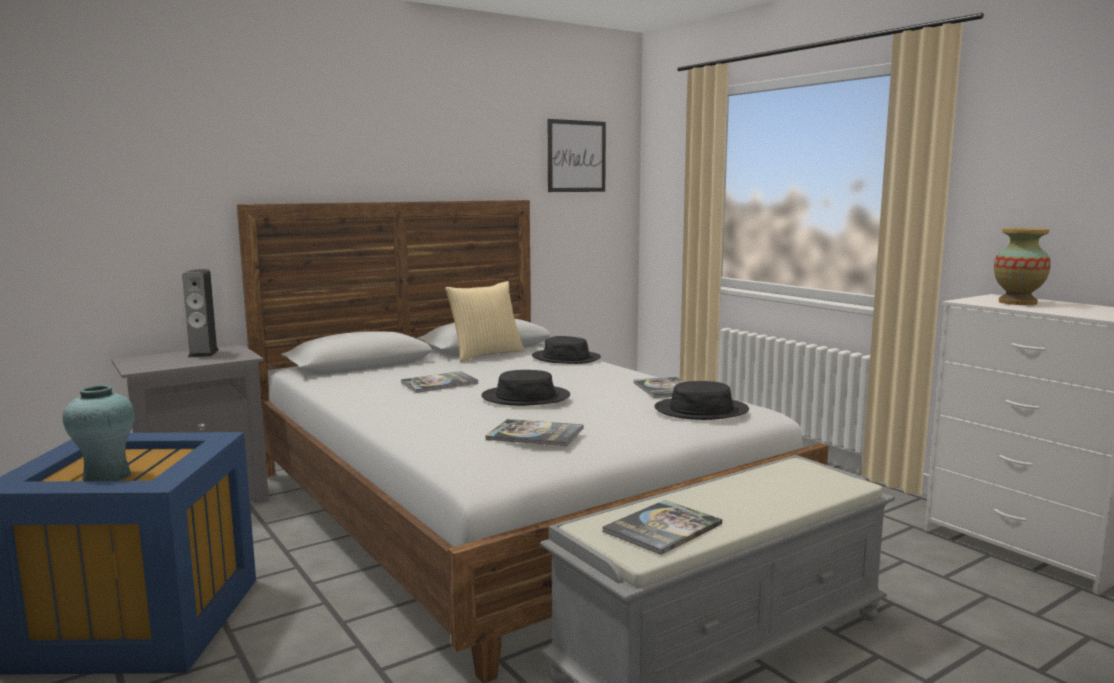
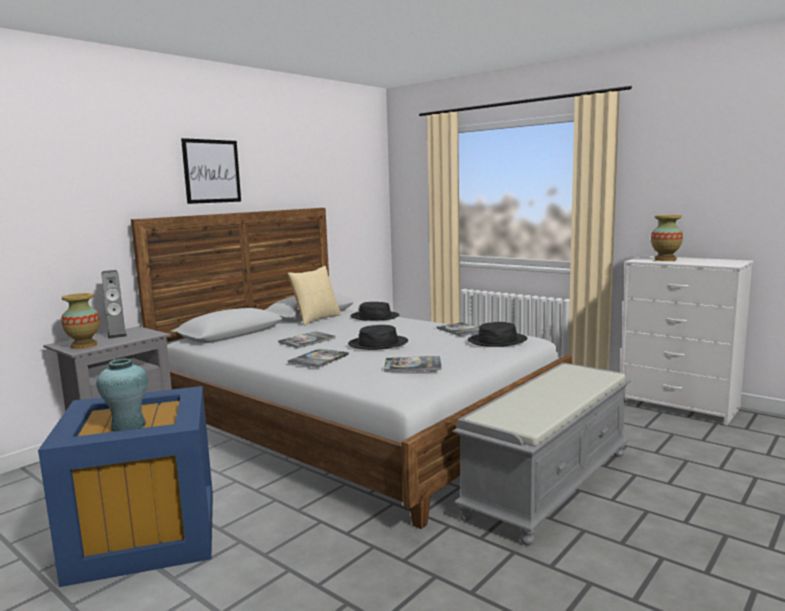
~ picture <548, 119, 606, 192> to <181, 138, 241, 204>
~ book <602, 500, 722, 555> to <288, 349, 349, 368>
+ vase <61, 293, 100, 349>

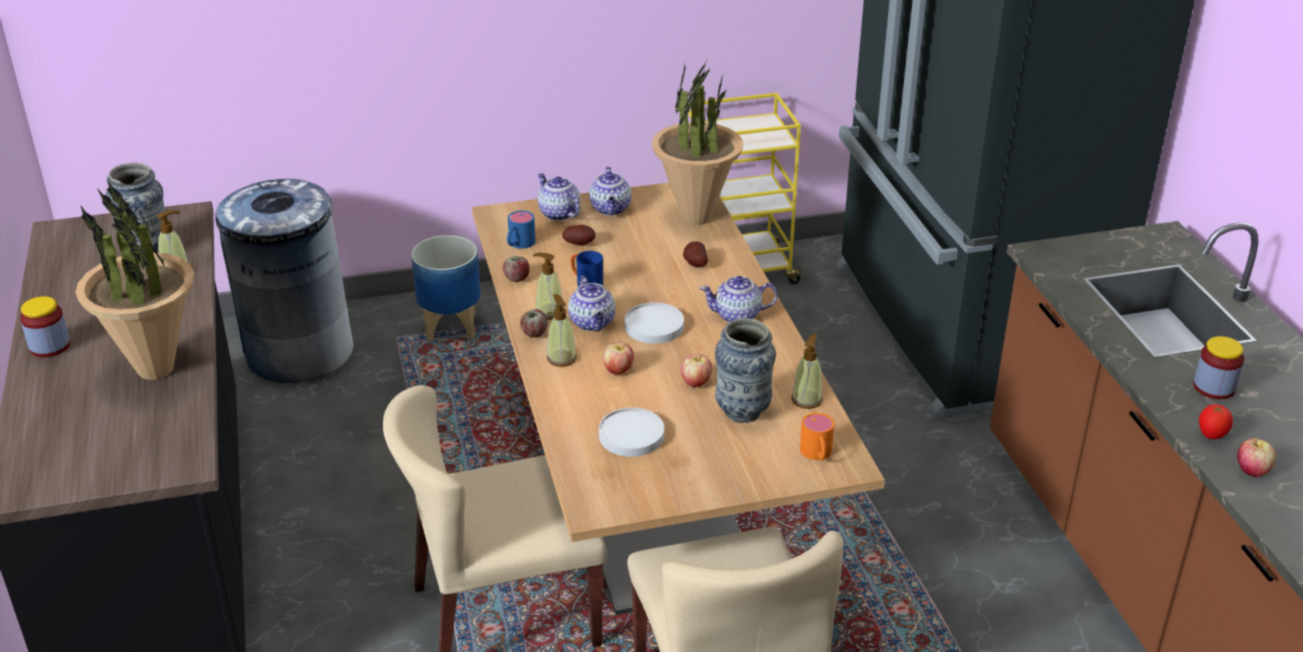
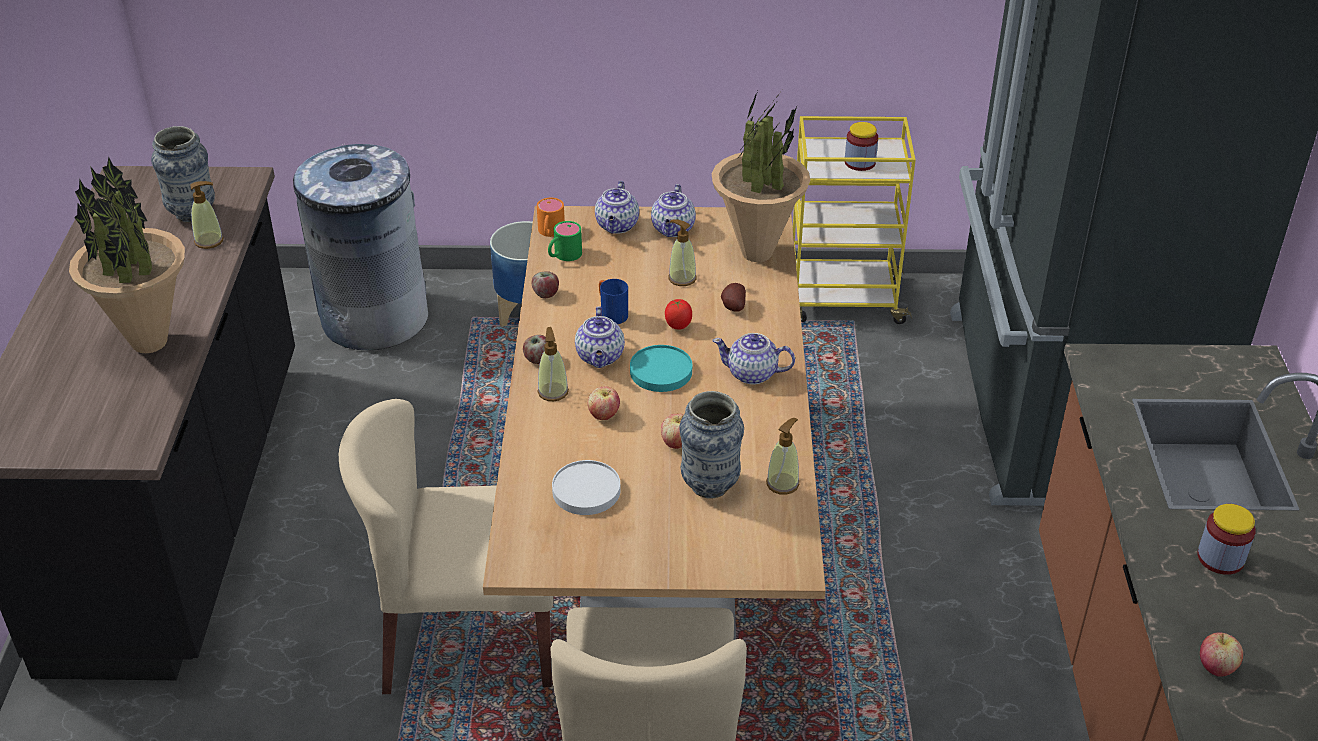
~ teapot <538, 173, 580, 221> = <595, 181, 639, 234> 150 degrees counterclockwise
~ mug in blue <507, 211, 536, 249> to mug in green <548, 221, 582, 261>
- potato <562, 225, 596, 245>
~ soap dispenser <533, 253, 563, 320> to <668, 219, 697, 286>
~ jar <20, 296, 70, 357> to <845, 122, 878, 171>
~ plate in white <625, 302, 684, 344> to plate in turquoise <630, 345, 692, 392>
~ tomato <1199, 404, 1233, 439> to <665, 299, 692, 330>
~ mug in orange <800, 413, 835, 460> to <537, 198, 565, 237>

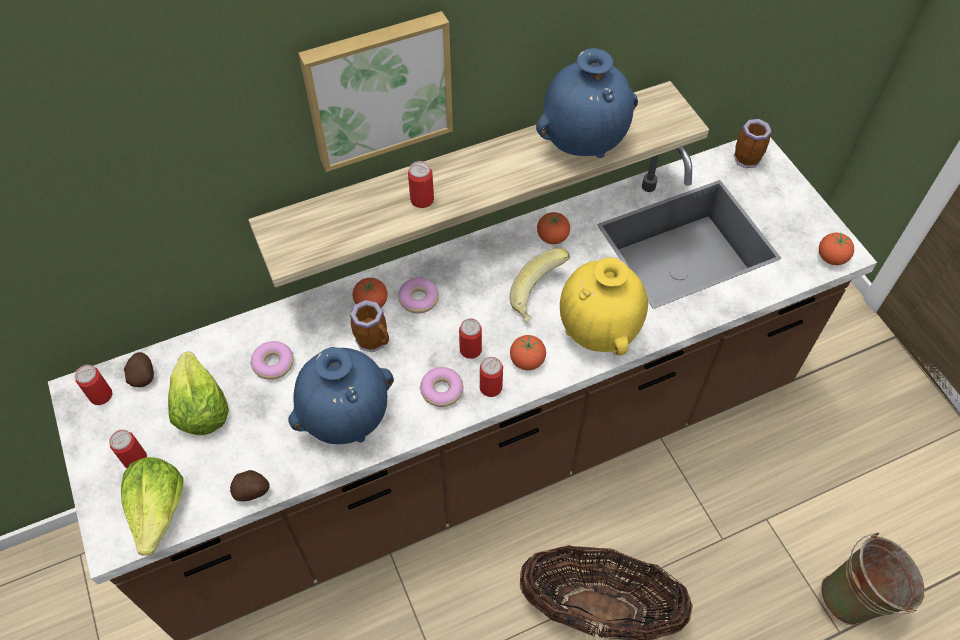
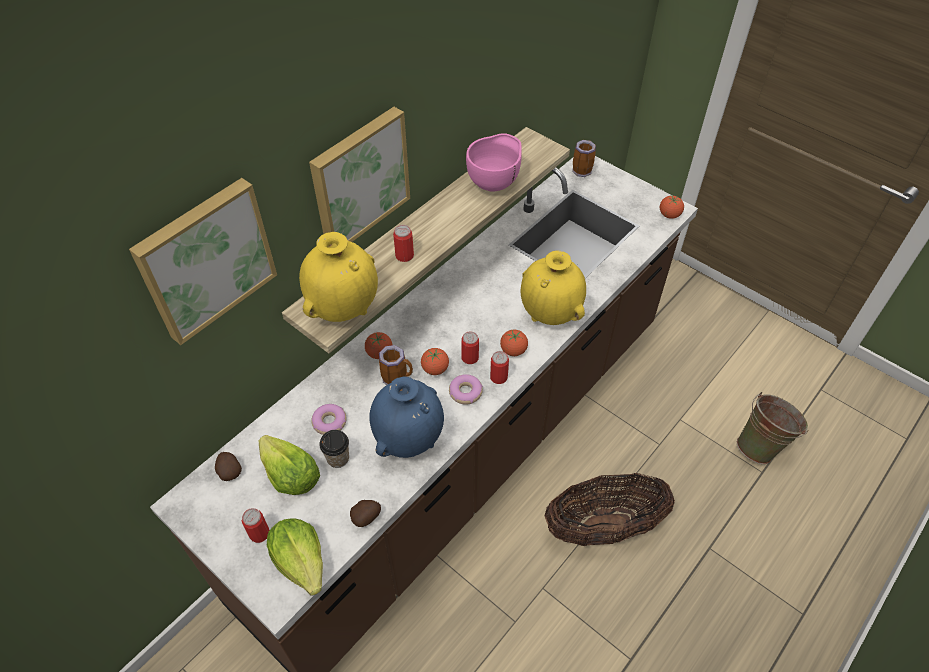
~ vase in blue <536, 48, 638, 158> to bowl in pink <466, 133, 522, 192>
~ tomato <537, 212, 570, 244> to <421, 348, 449, 375>
- banana <510, 248, 570, 322>
- donut <398, 278, 439, 313>
- can <75, 365, 112, 405>
+ picture <129, 178, 277, 345>
+ vase in yellow <299, 232, 378, 322>
+ cup <319, 430, 349, 468>

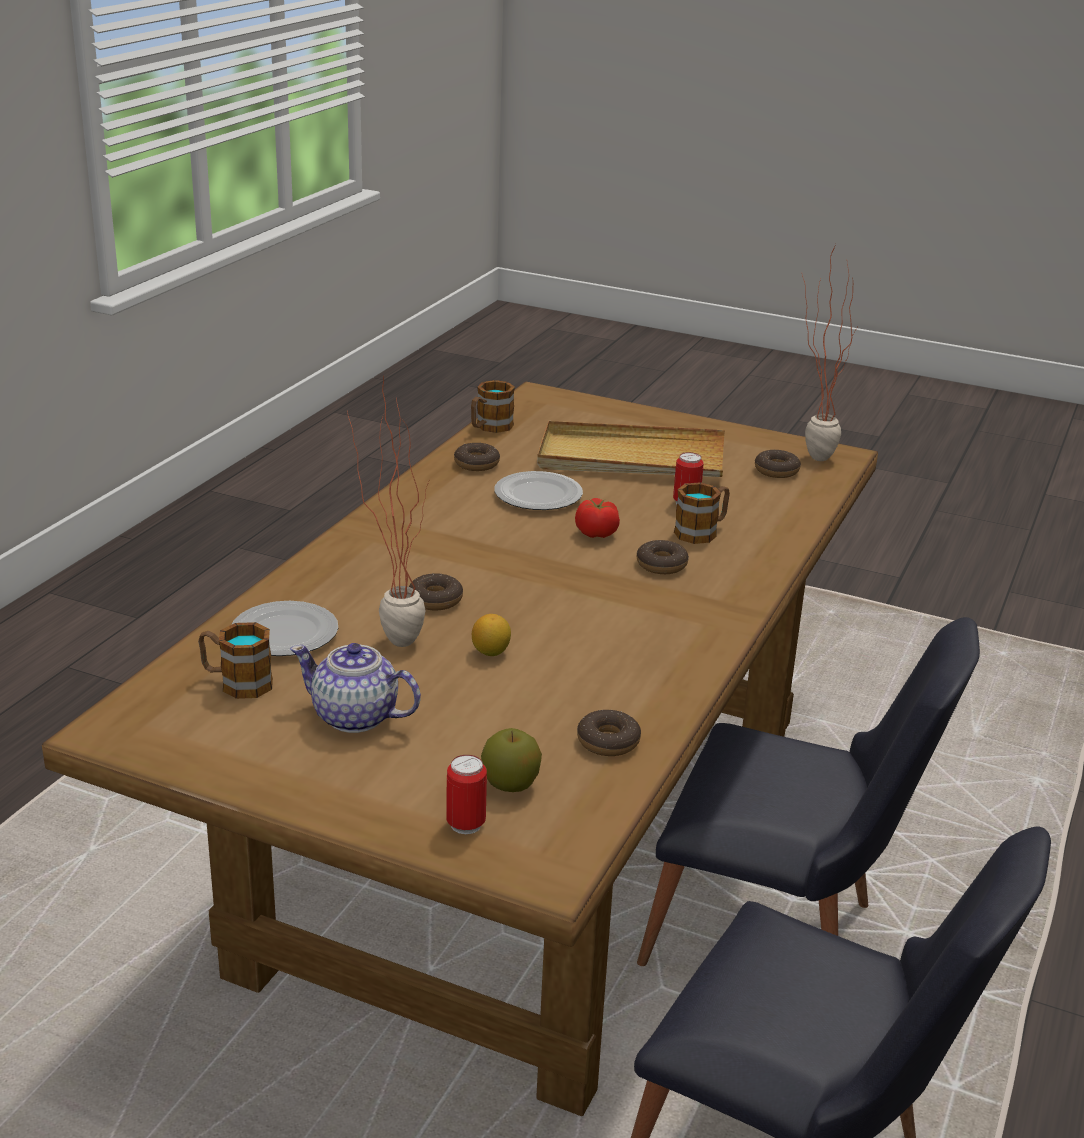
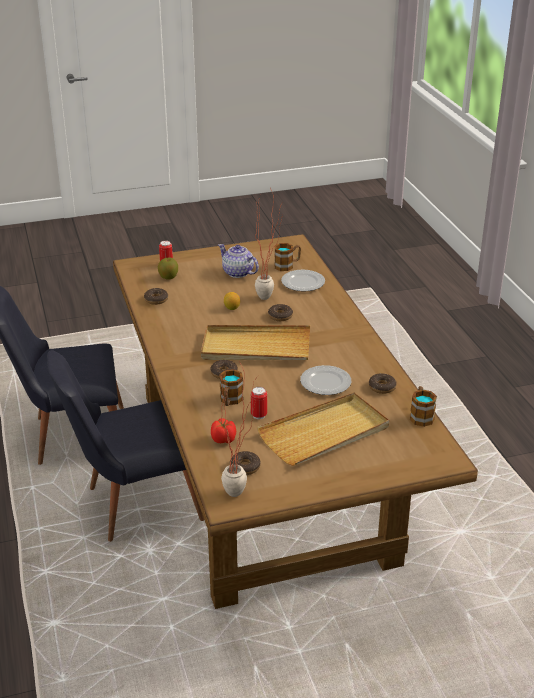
~ tomato <575, 498, 620, 538> to <211, 418, 236, 443>
~ teapot <290, 643, 421, 733> = <218, 244, 259, 278> 120 degrees counterclockwise
+ tray in beige <201, 325, 310, 360>

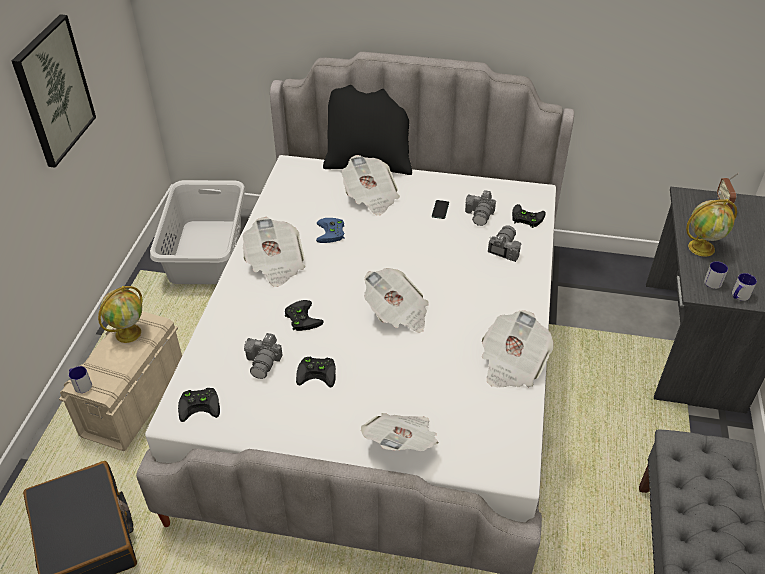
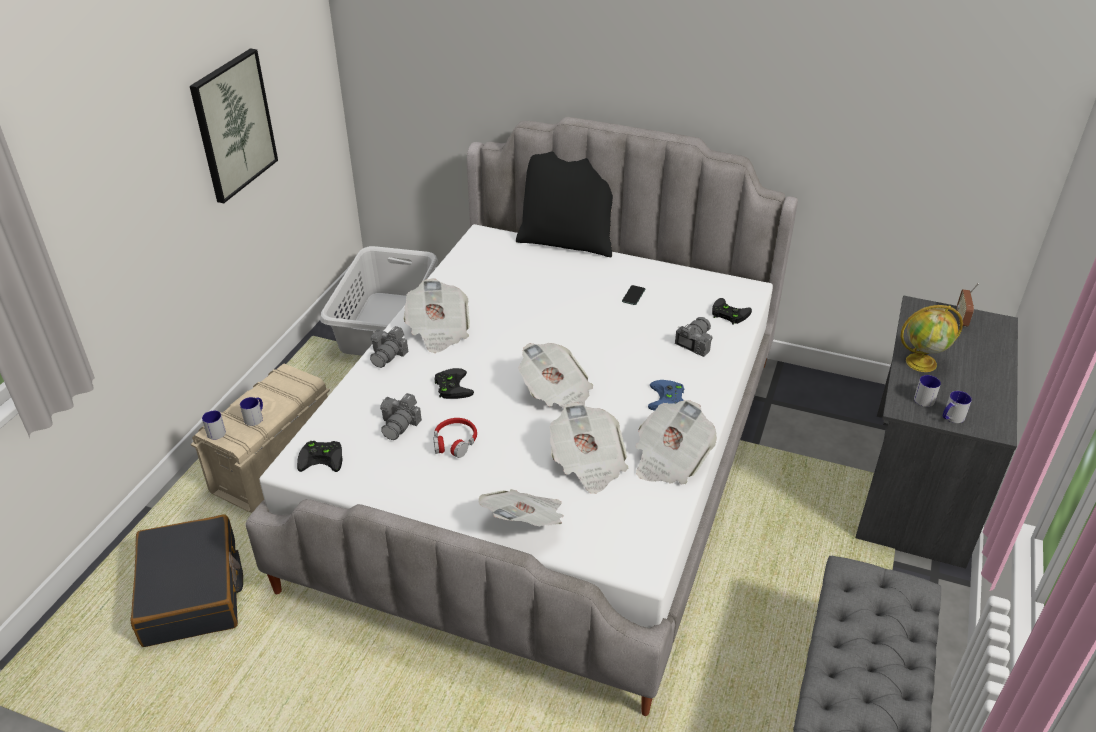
~ newspaper <341, 155, 400, 215> to <549, 402, 628, 494>
~ photo camera <465, 190, 496, 226> to <370, 326, 408, 368>
~ game controller in blue <316, 218, 344, 243> to <648, 380, 684, 411>
- globe <98, 286, 143, 343>
~ game controller in black <296, 357, 336, 387> to headphones in red <433, 418, 477, 458>
+ mug <240, 397, 263, 426>

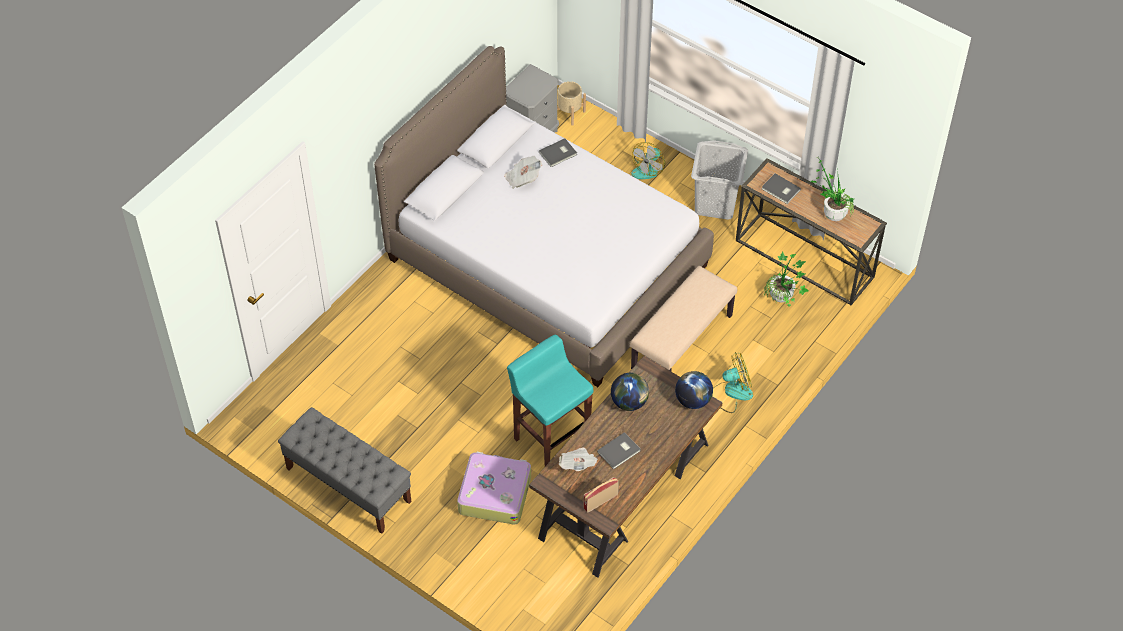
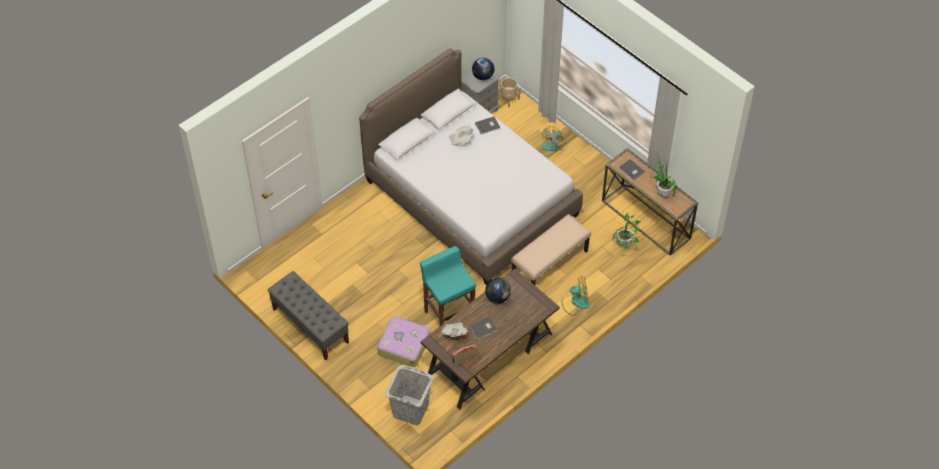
~ laundry basket in grey <691, 140, 748, 220> to <385, 365, 434, 425>
~ globe <675, 371, 713, 409> to <472, 58, 494, 80>

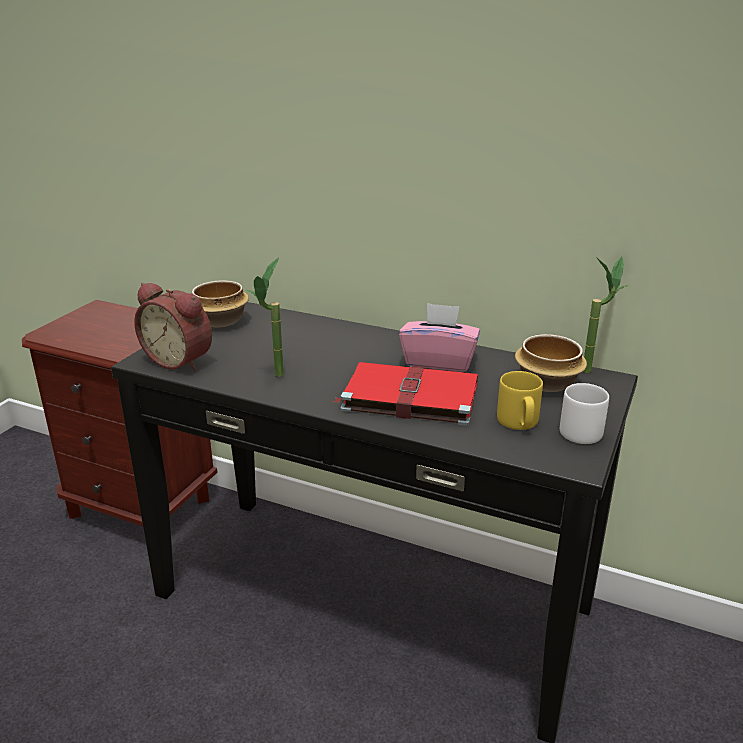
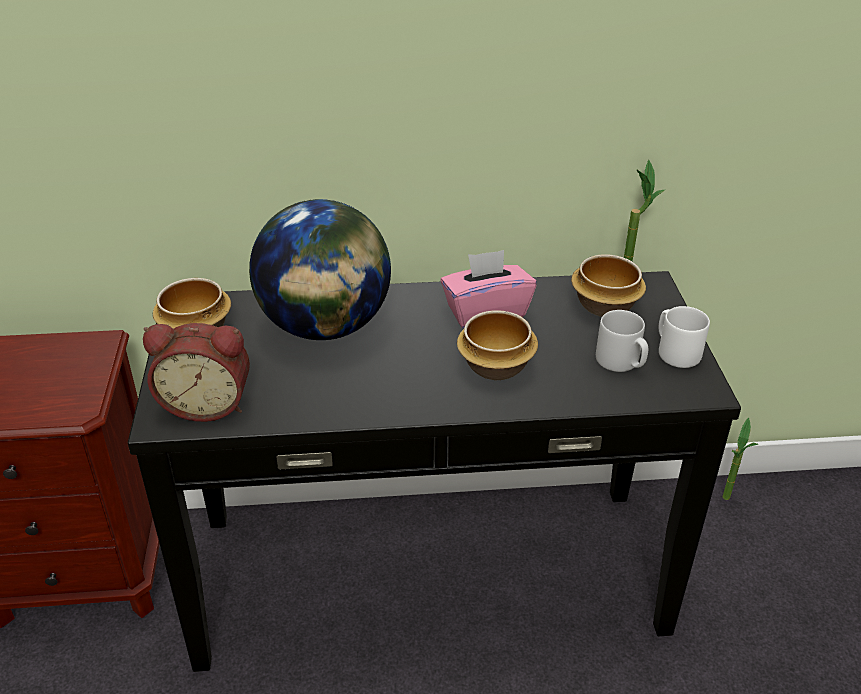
~ potted plant <245, 257, 284, 377> to <722, 417, 758, 500>
~ book in red <333, 362, 478, 426> to bowl <457, 310, 538, 380>
~ mug in yellow <497, 371, 543, 430> to mug in grey <596, 310, 648, 372>
+ globe <249, 199, 391, 340>

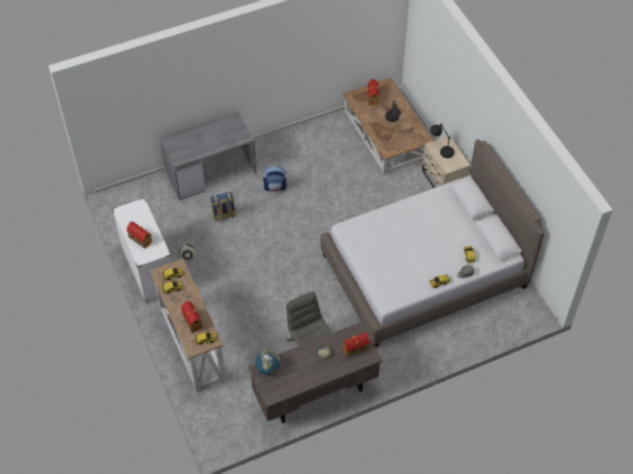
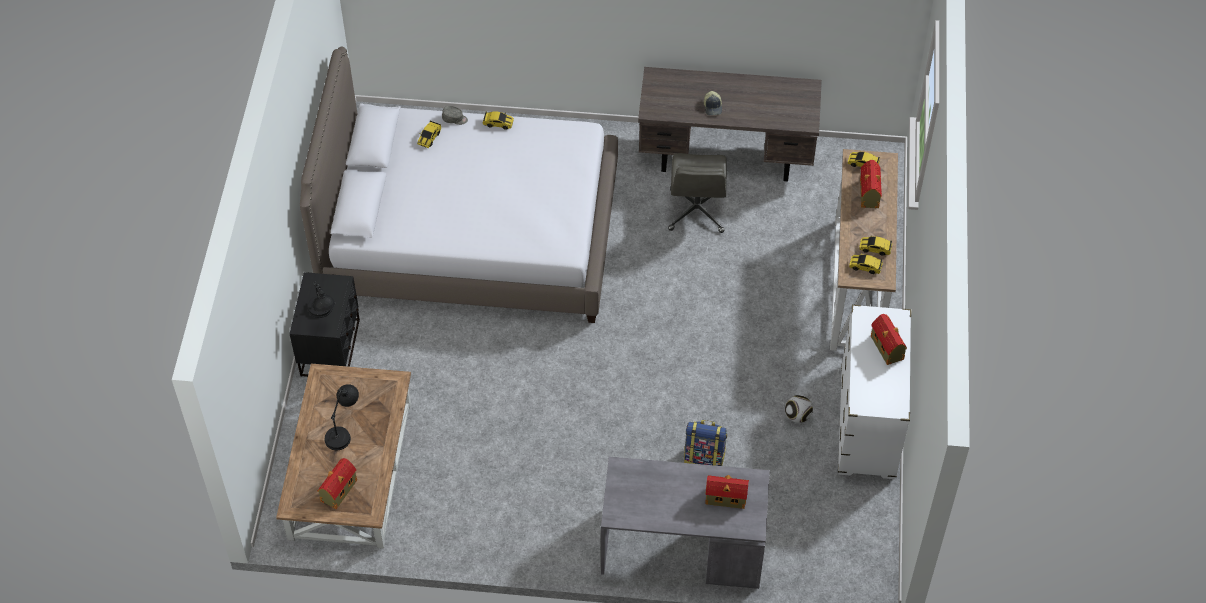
~ nightstand in beige <422, 135, 471, 188> to nightstand in black <290, 272, 360, 377>
- backpack <263, 166, 287, 192>
~ toy house <342, 333, 370, 357> to <705, 475, 749, 509>
- globe <255, 350, 280, 375>

